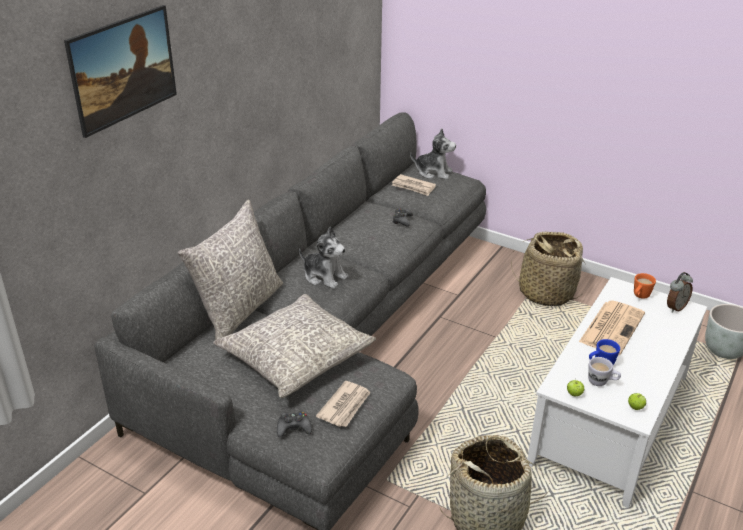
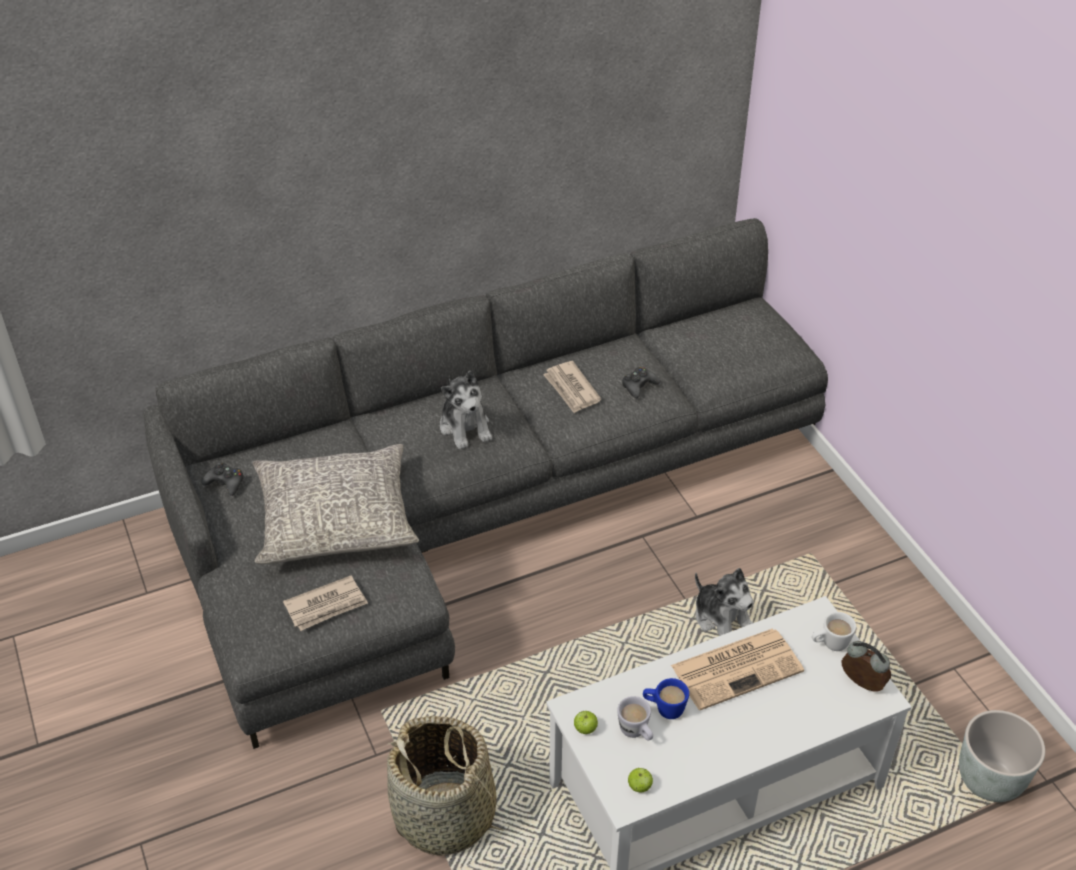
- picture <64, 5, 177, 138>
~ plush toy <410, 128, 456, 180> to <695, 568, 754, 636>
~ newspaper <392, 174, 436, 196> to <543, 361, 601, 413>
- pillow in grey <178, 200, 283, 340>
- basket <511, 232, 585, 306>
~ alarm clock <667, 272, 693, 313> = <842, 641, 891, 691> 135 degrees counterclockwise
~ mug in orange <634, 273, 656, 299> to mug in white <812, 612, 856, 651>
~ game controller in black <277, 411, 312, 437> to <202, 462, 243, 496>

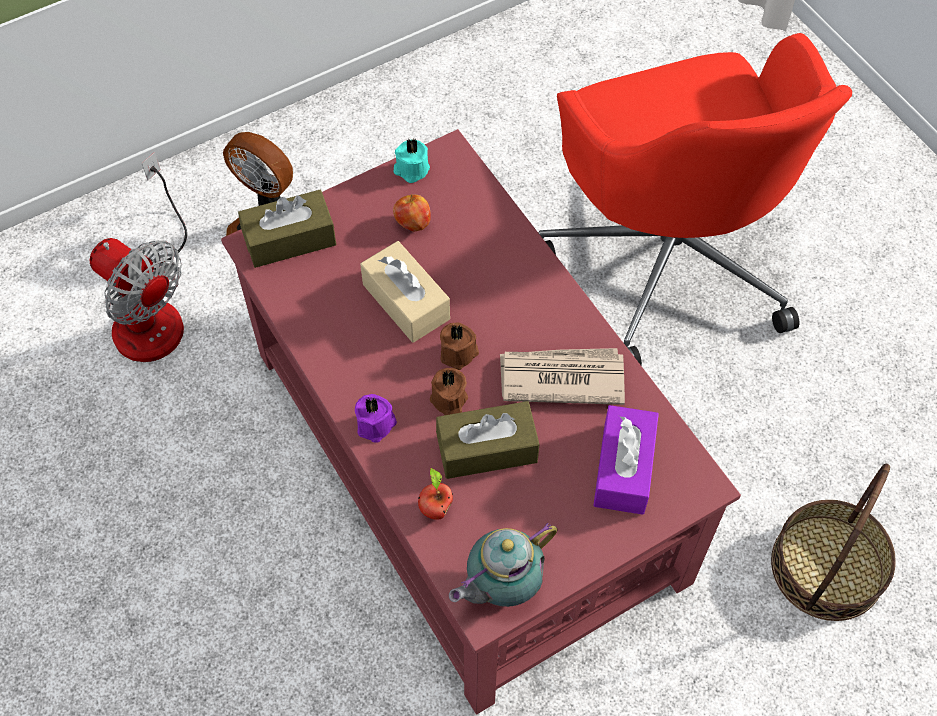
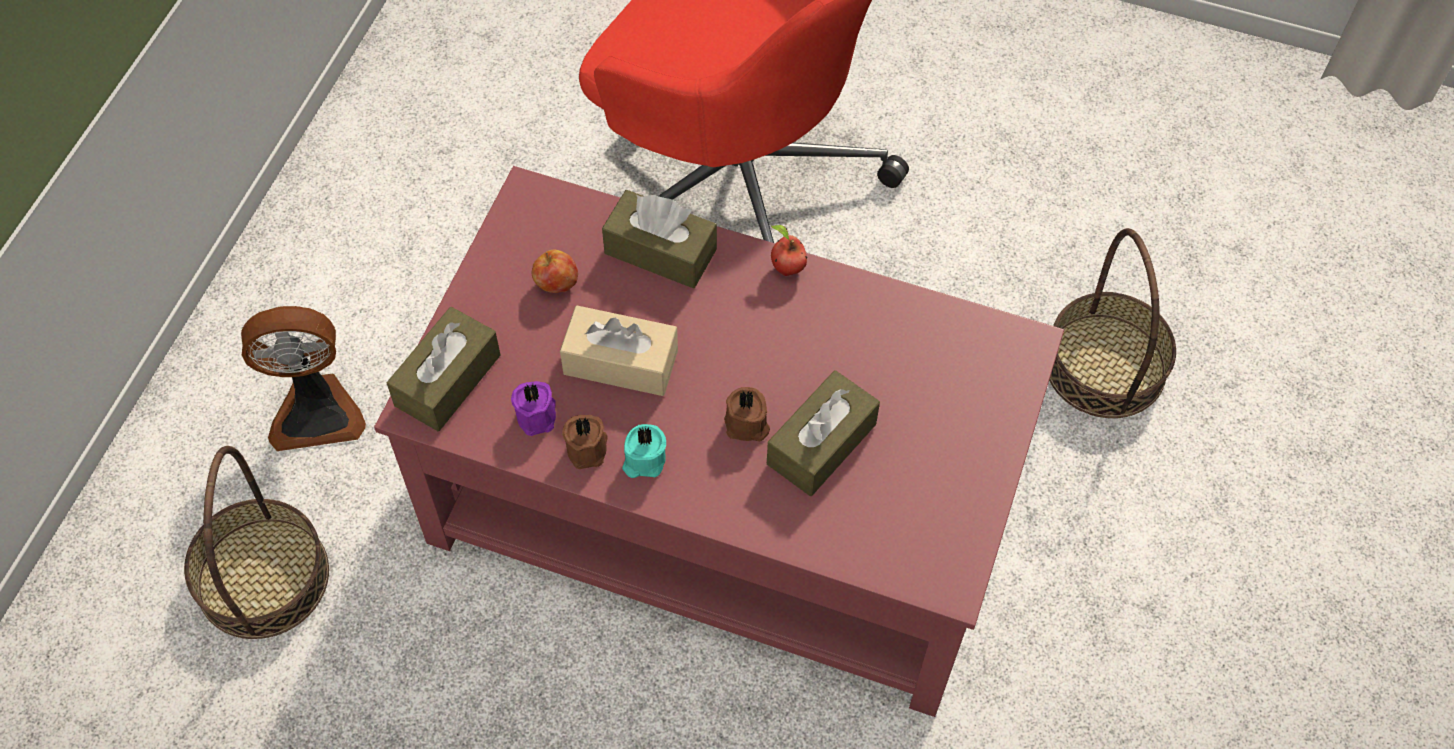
~ candle in turquoise <394, 137, 430, 183> to <622, 424, 666, 478>
~ fan <90, 152, 187, 362> to basket <184, 446, 329, 639>
~ candle in brown <440, 322, 479, 370> to <562, 415, 608, 469>
- newspaper <500, 348, 625, 405>
~ candle in purple <355, 394, 397, 443> to <511, 381, 556, 436>
- tissue box in purple <593, 405, 659, 515>
~ apple <418, 468, 453, 520> to <771, 225, 807, 276>
- teapot <449, 523, 557, 607>
+ tissue box in brown <602, 190, 717, 288>

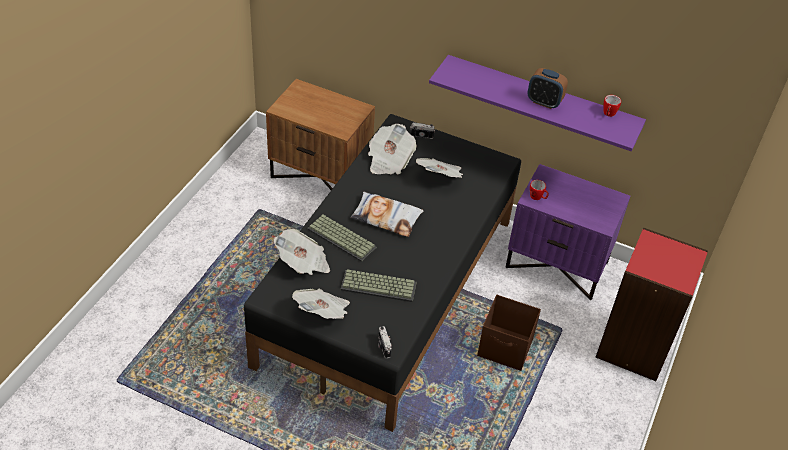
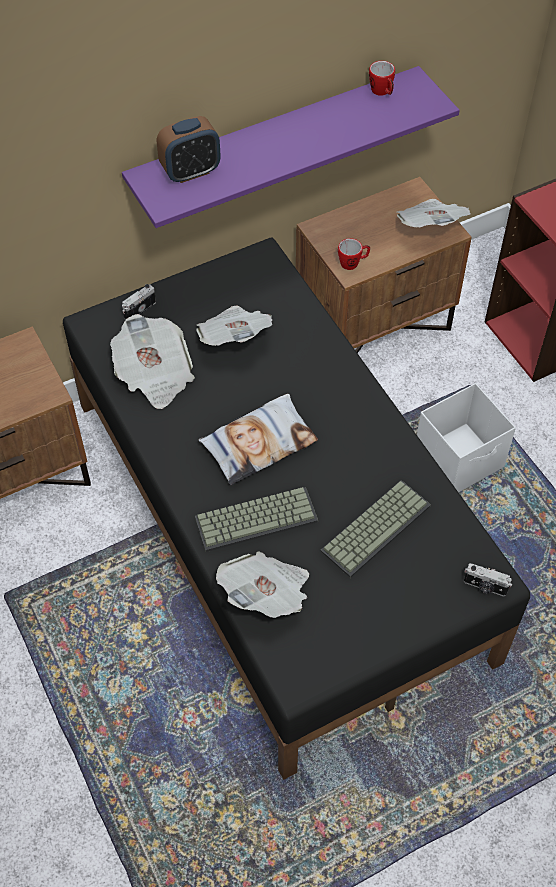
~ alarm clock <527, 68, 568, 109> to <157, 116, 221, 183>
~ nightstand in purple <506, 164, 630, 301> to nightstand in brown <296, 177, 472, 353>
~ newspaper <292, 289, 350, 319> to <397, 199, 470, 227>
~ storage box in brown <477, 295, 541, 371> to storage box in white <417, 383, 516, 493>

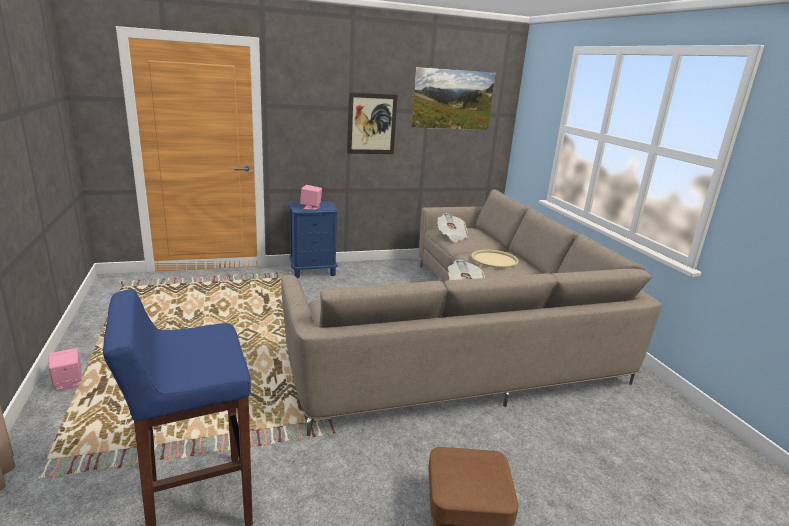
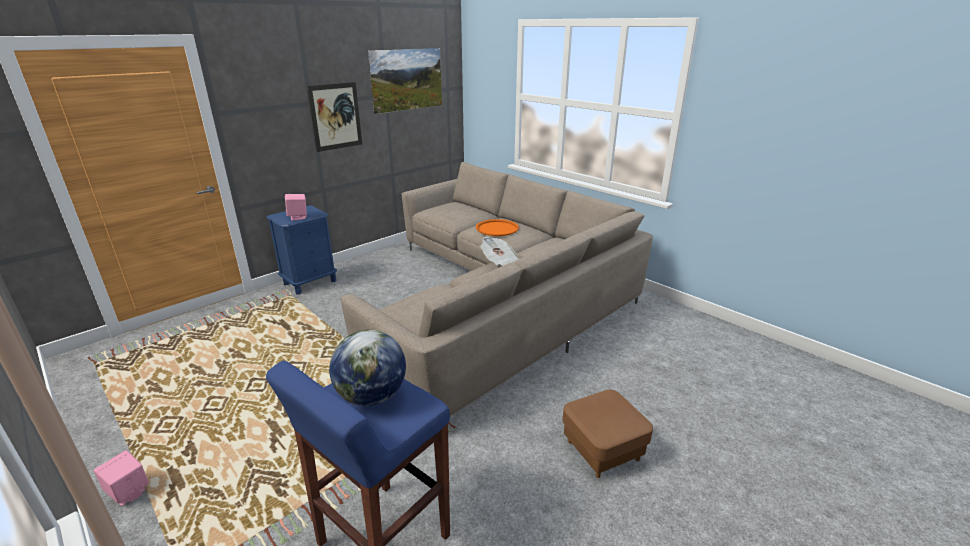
- newspaper <437, 213, 468, 242>
~ tray in beige <471, 250, 519, 268> to tray in orange <476, 219, 519, 236>
+ globe <329, 330, 406, 406>

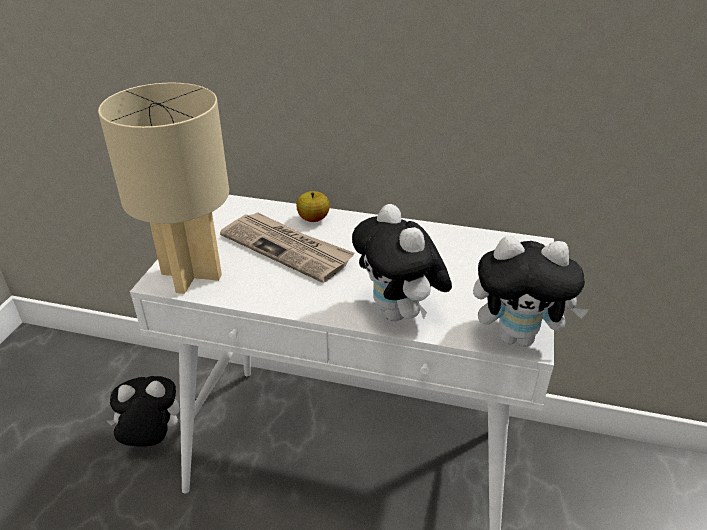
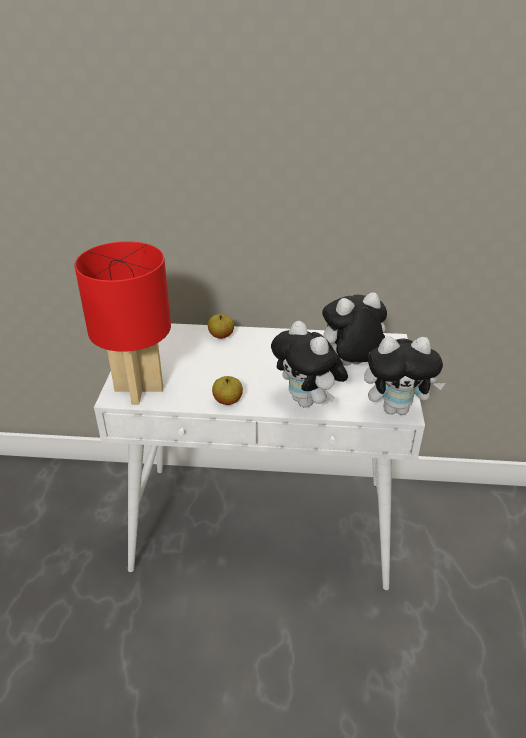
~ table lamp in beige <98, 83, 229, 294> to table lamp in red <75, 241, 171, 405>
- newspaper <220, 212, 354, 283>
~ plush toy <107, 376, 180, 446> to <322, 292, 387, 366>
+ apple <212, 376, 243, 405>

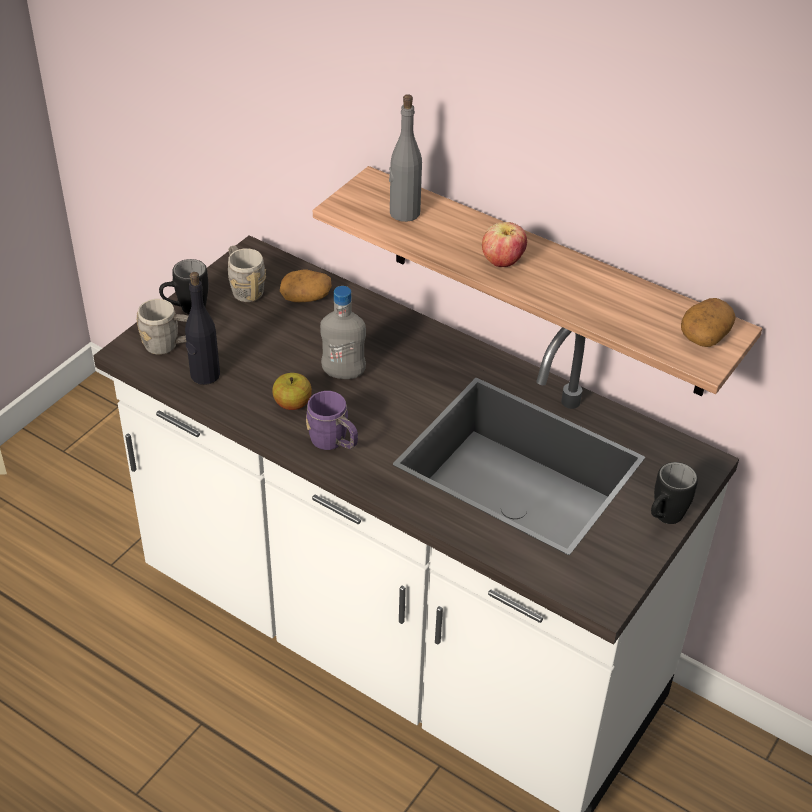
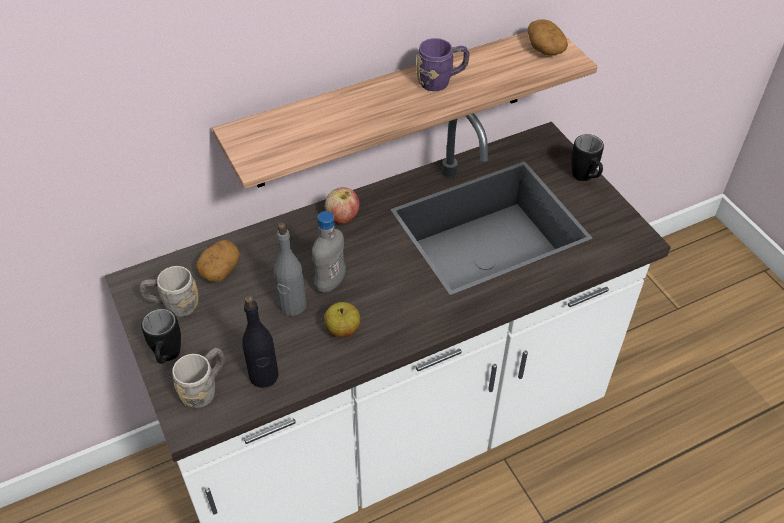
~ bottle in grey <389, 94, 422, 222> to <274, 222, 306, 316>
~ apple <482, 222, 527, 267> to <325, 187, 360, 224>
~ mug in purple <306, 391, 358, 450> to <416, 38, 469, 91>

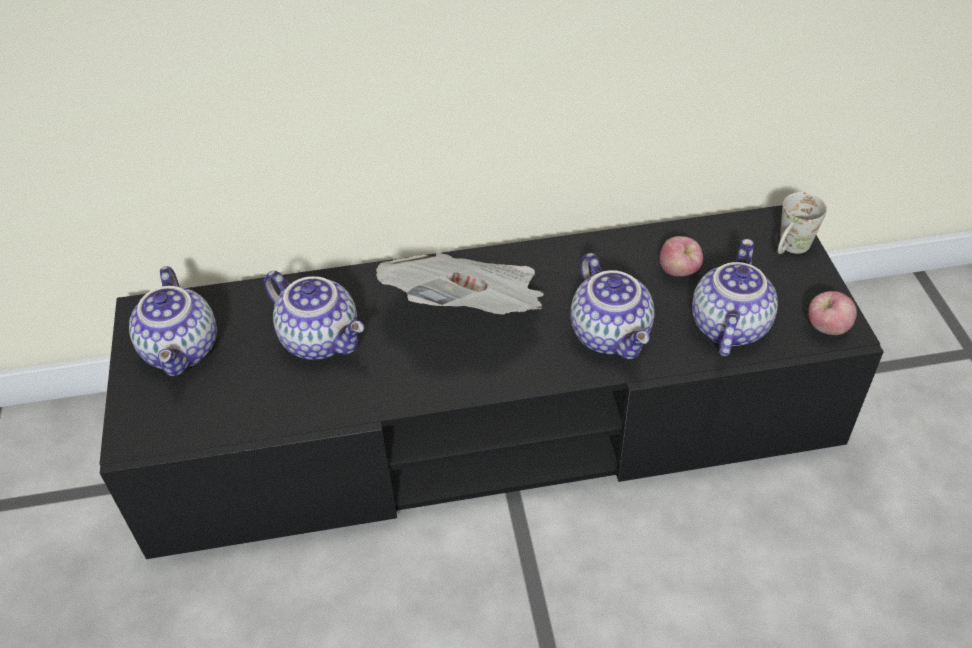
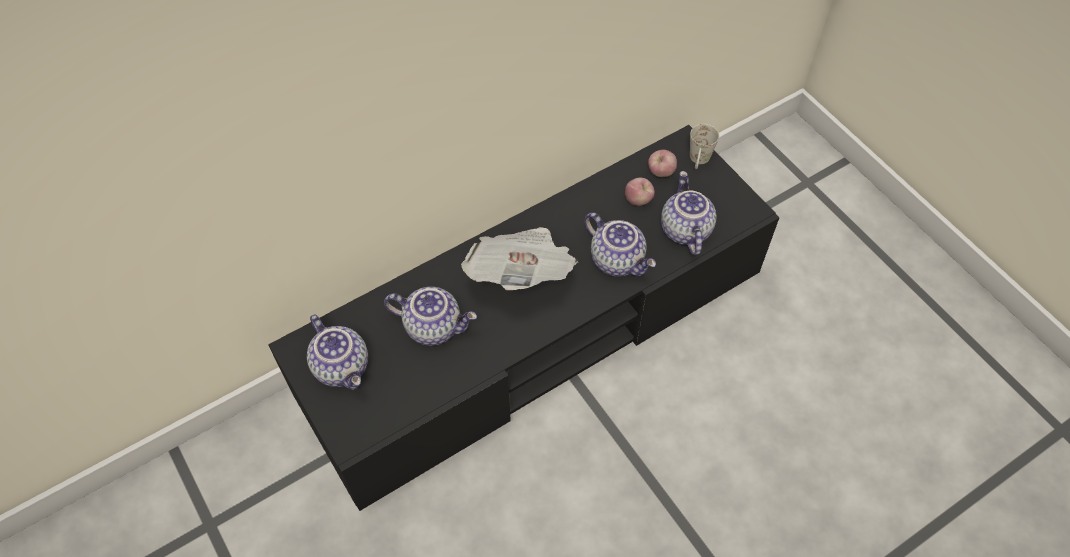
~ apple <808, 291, 857, 335> to <648, 150, 677, 177>

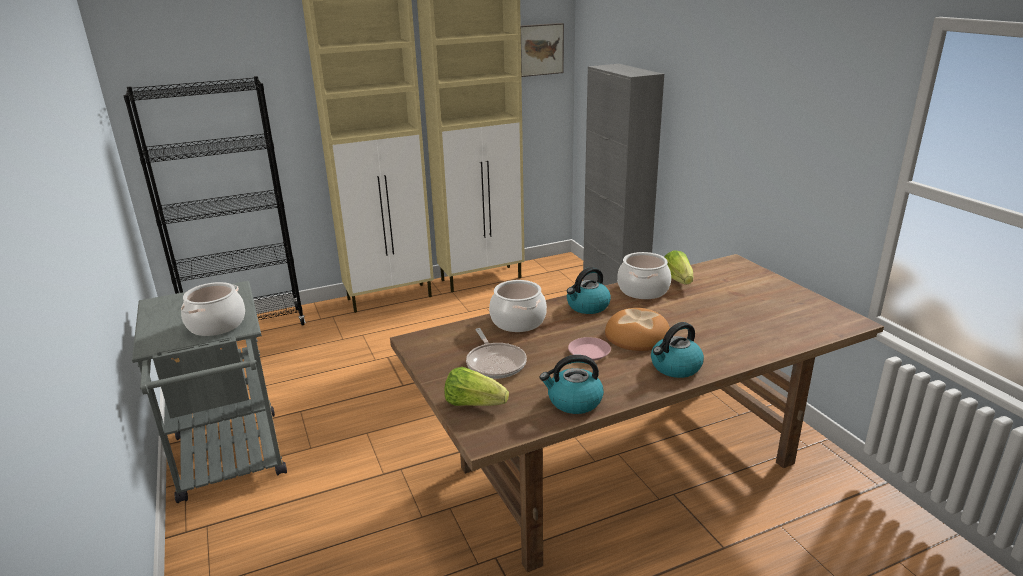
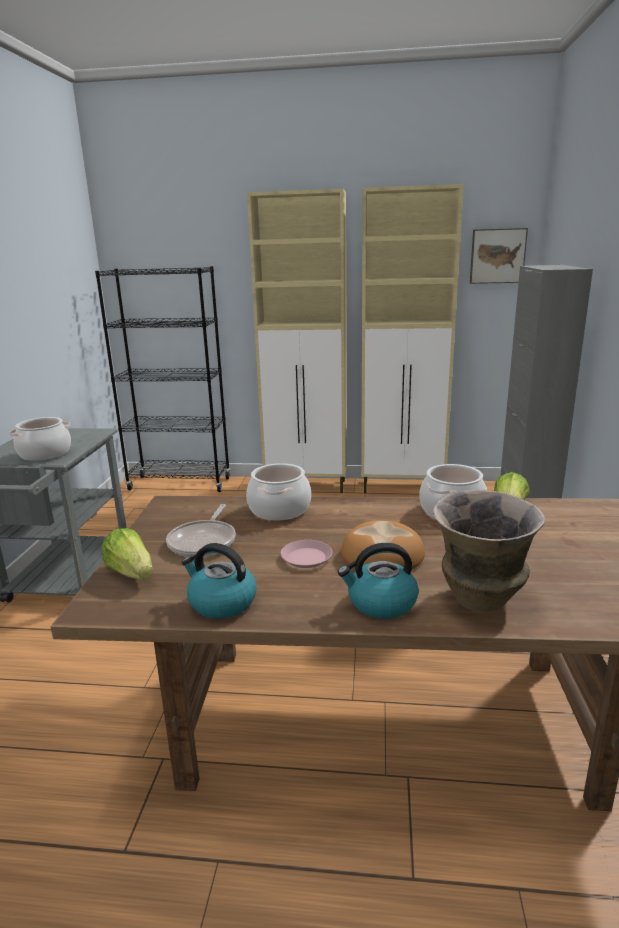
- kettle <567, 267, 611, 314>
+ vase <433, 490, 545, 612>

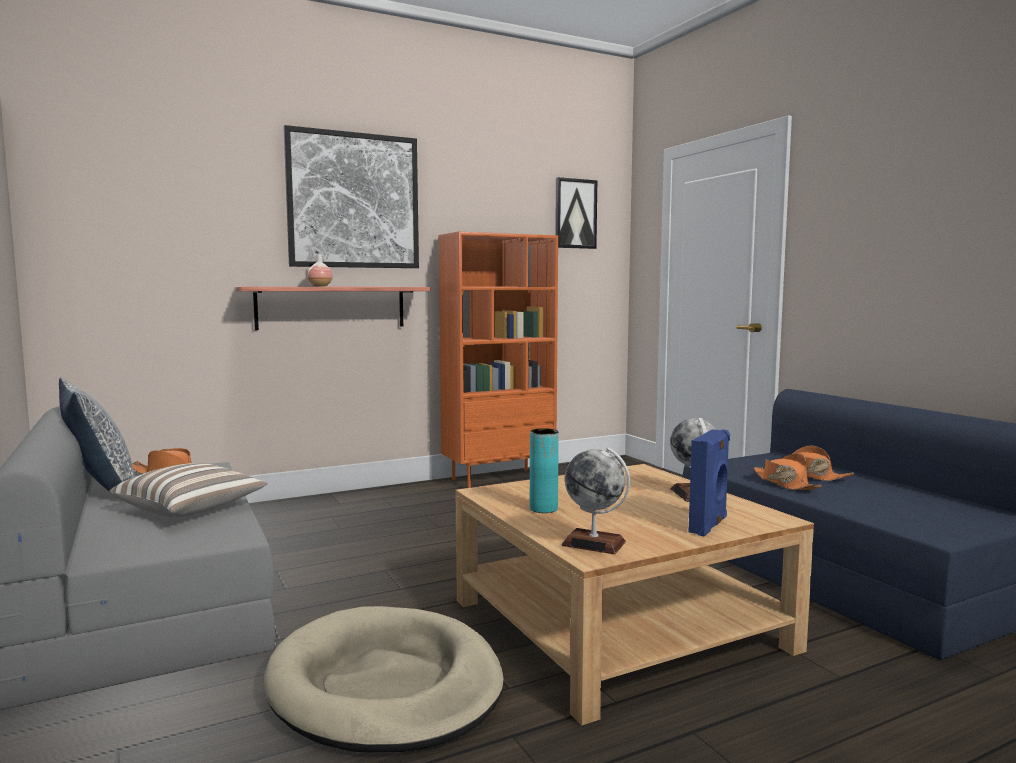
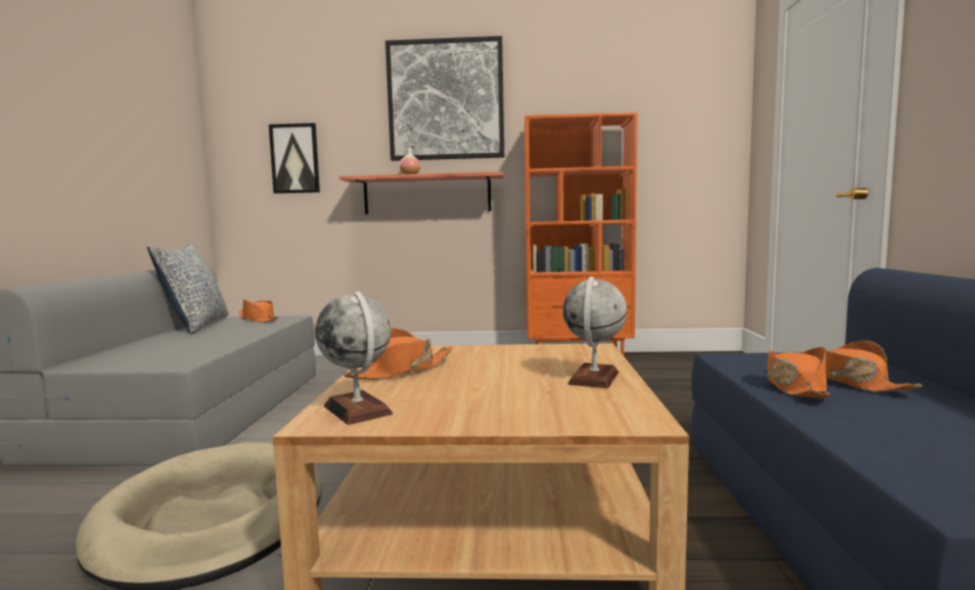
~ picture <555, 177, 597, 249> to <269, 123, 320, 194>
~ vase in turquoise <530, 428, 559, 513> to hat in orange <344, 328, 452, 380>
- speaker in blue <688, 429, 730, 536>
- pillow <109, 463, 268, 518>

